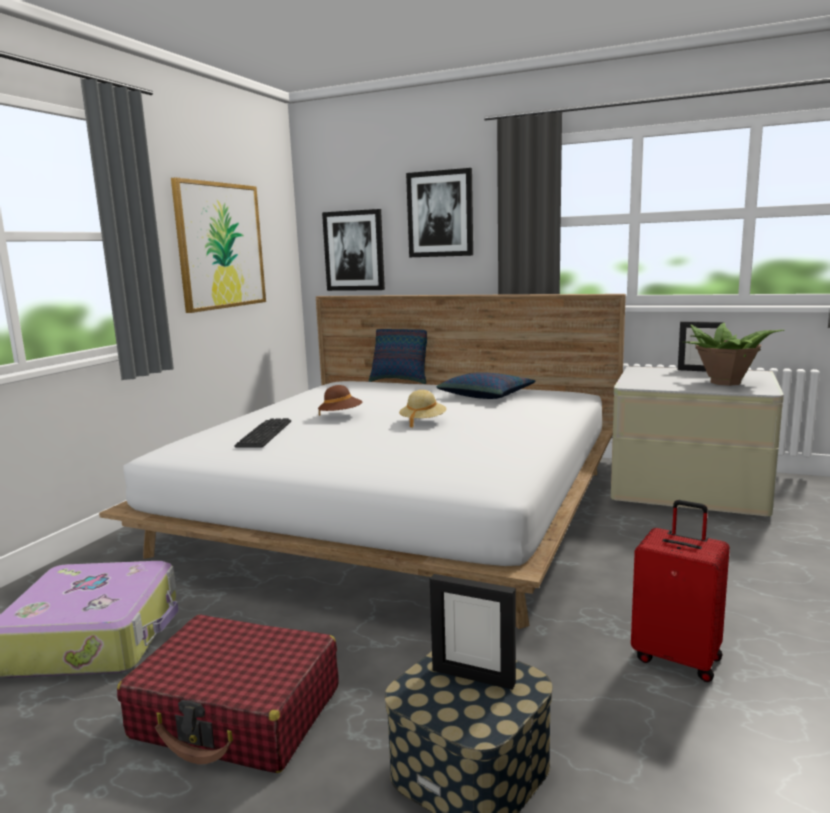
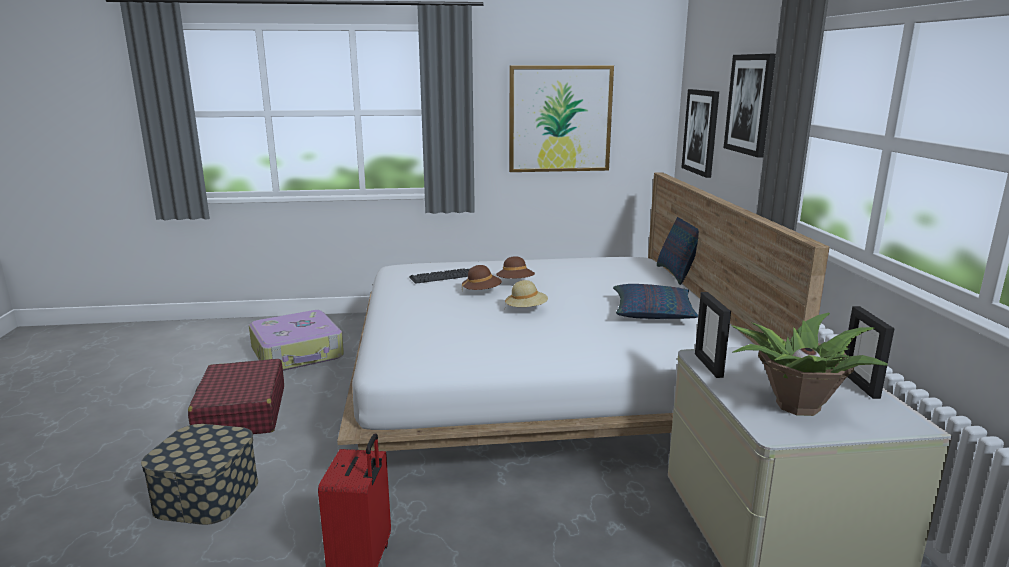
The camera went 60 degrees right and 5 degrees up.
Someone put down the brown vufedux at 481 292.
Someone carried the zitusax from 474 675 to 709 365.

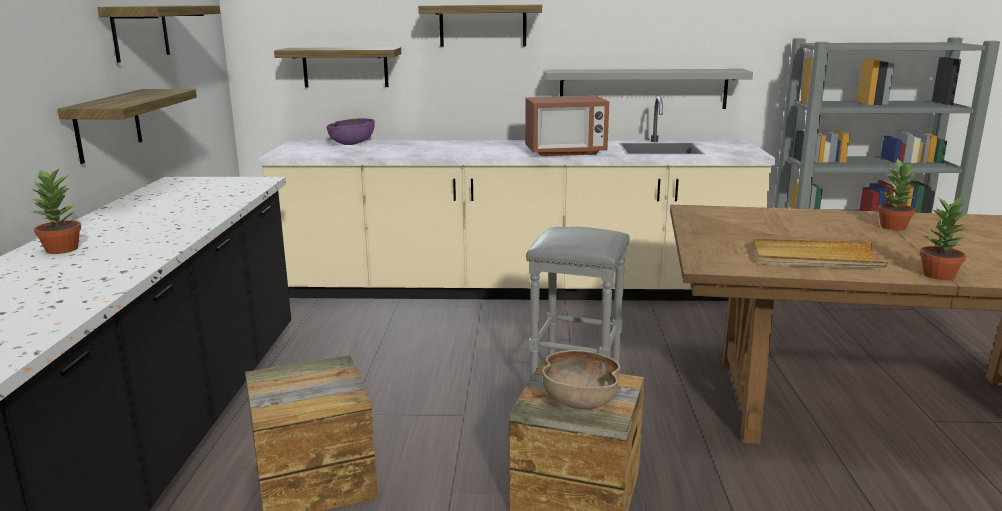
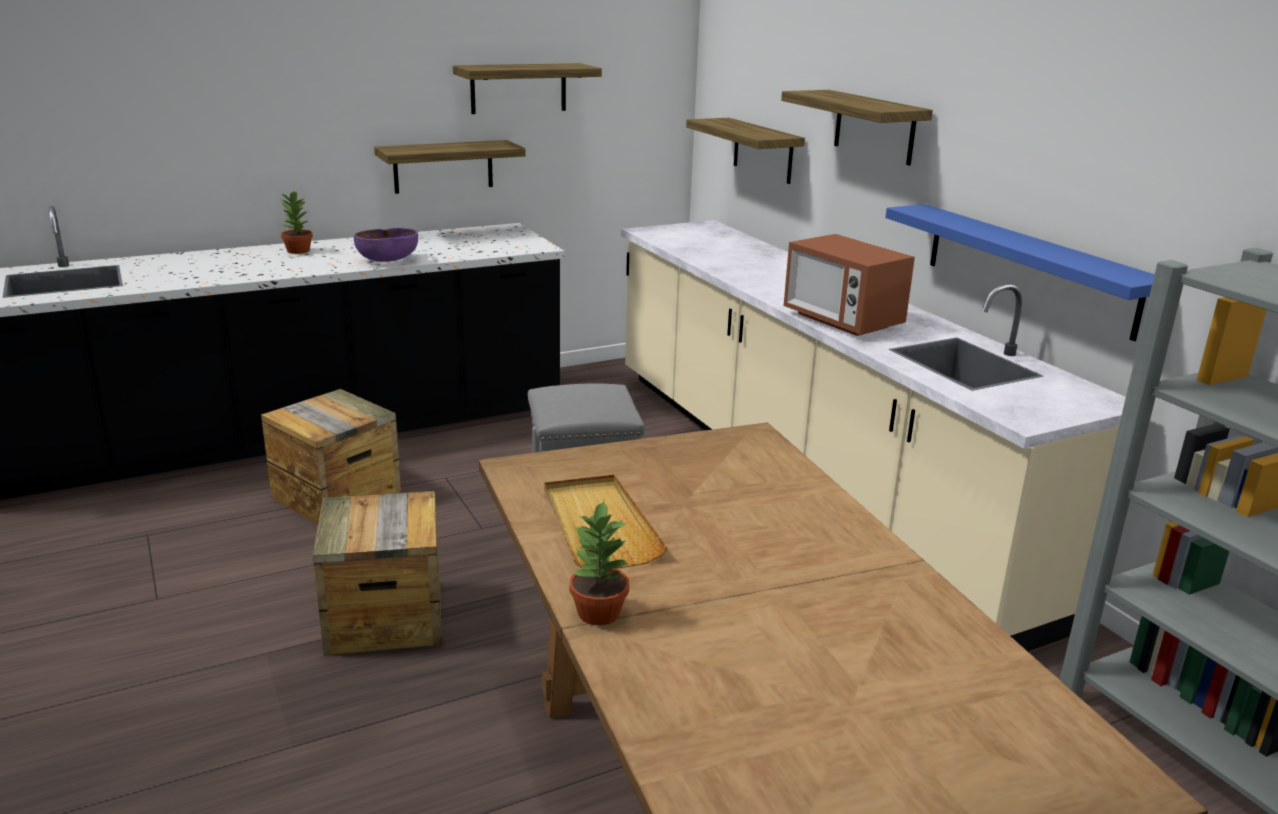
The camera went 60 degrees right and 5 degrees up.
Someone took away the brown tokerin at 579 402.
Someone took away the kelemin at 893 227.
Someone carried the purple tokerin from 352 144 to 387 261.
Someone repainted the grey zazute at 643 89, which became the blue zazute at 1028 268.

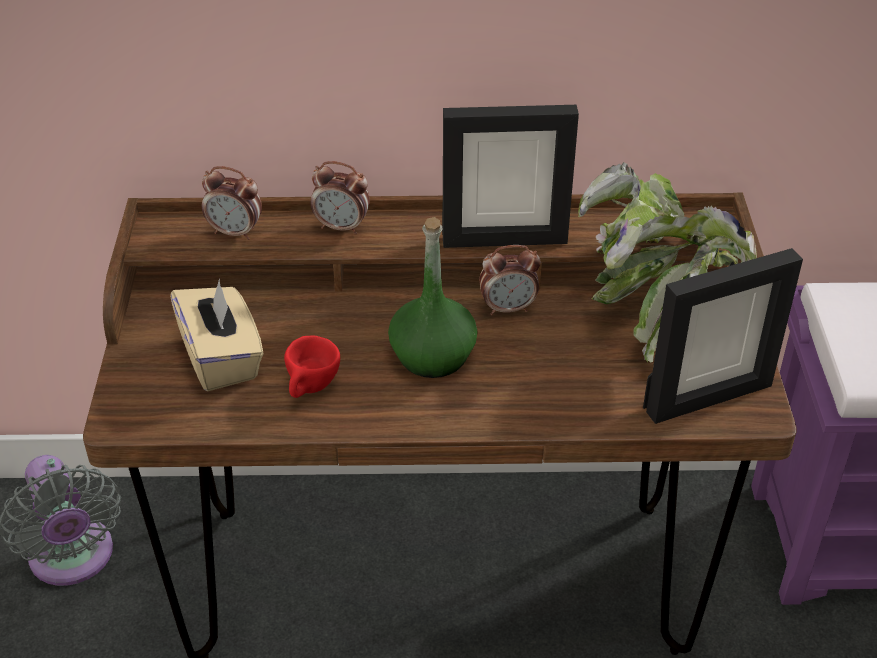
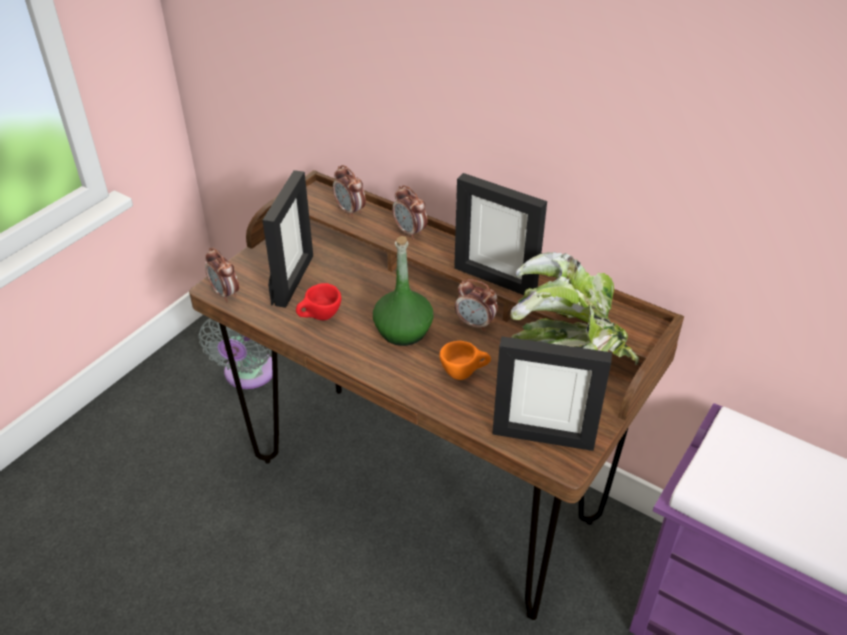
The camera went 35 degrees right and 0 degrees up.
Someone put down the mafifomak at 225 294.
Someone put down the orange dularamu at 464 373.
Someone swapped the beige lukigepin at 222 358 for the zitusax at 293 279.

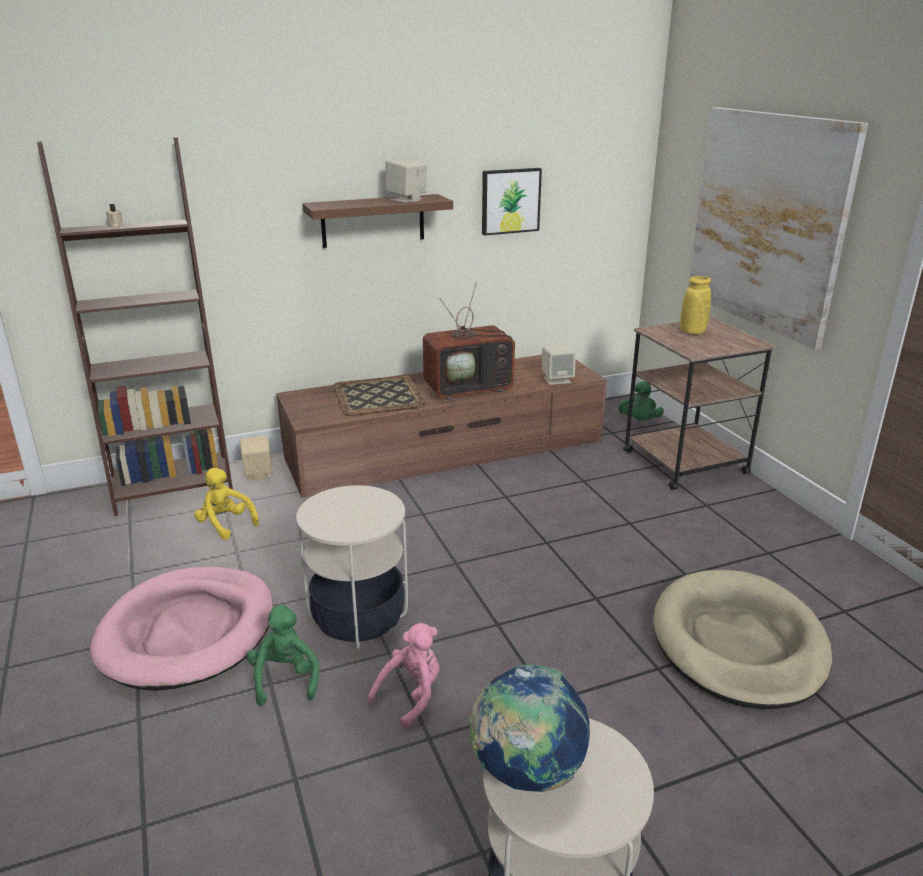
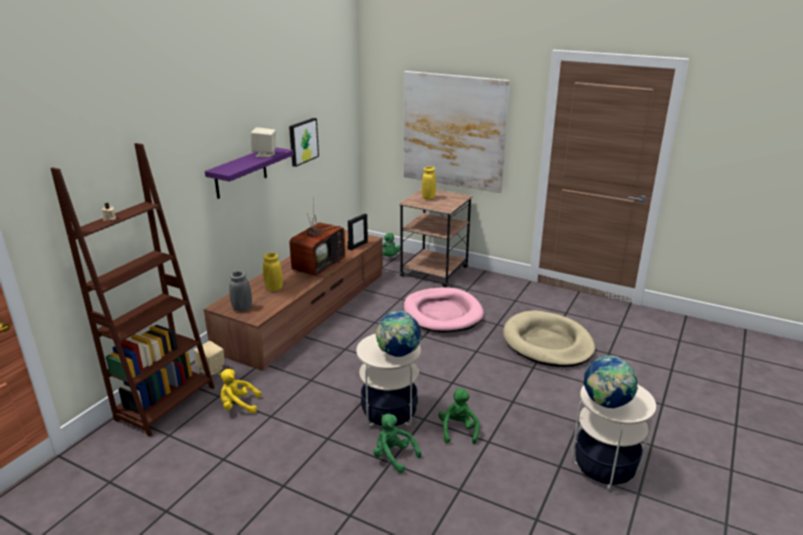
The camera went 40 degrees left and 0 degrees up.
Someone put down the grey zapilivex at 242 308.
Someone put down the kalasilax at 397 354.
Someone carried the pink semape from 188 632 to 442 313.
Someone swapped the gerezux at 377 396 for the yellow zapilivex at 274 288.
Someone swapped the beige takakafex at 557 380 for the zitusax at 358 245.
Someone repainted the brown zazute at 373 221, which became the purple zazute at 241 172.
Someone repainted the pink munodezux at 411 695, which became the green munodezux at 458 430.

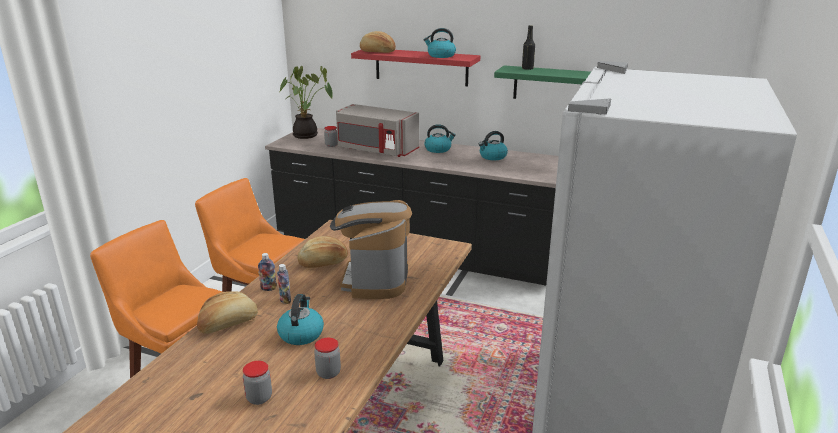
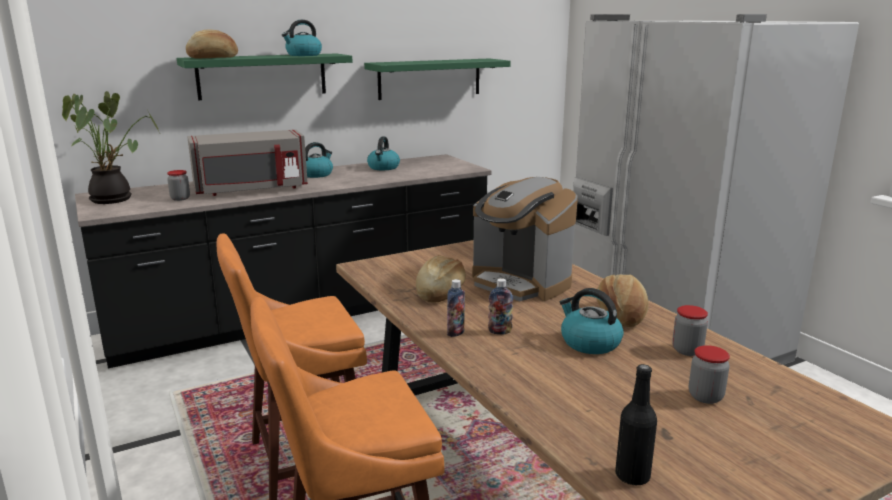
The camera went 50 degrees left and 5 degrees down.
Someone carried the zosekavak from 228 324 to 621 314.
Someone carried the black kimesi from 527 69 to 632 476.
Someone repainted the red zazute at 421 67, which became the green zazute at 262 76.

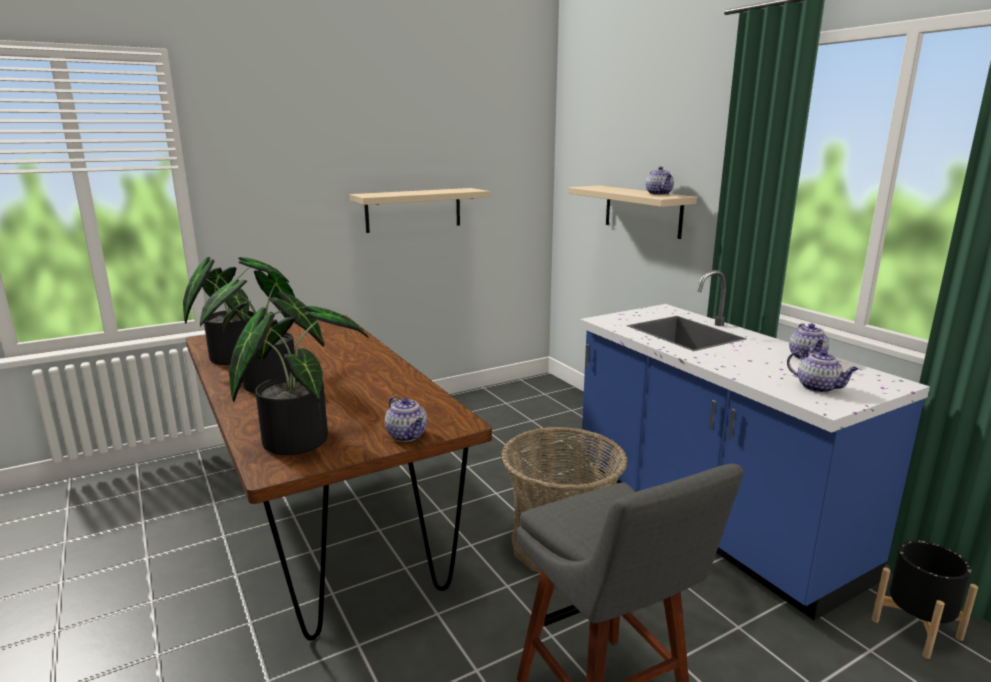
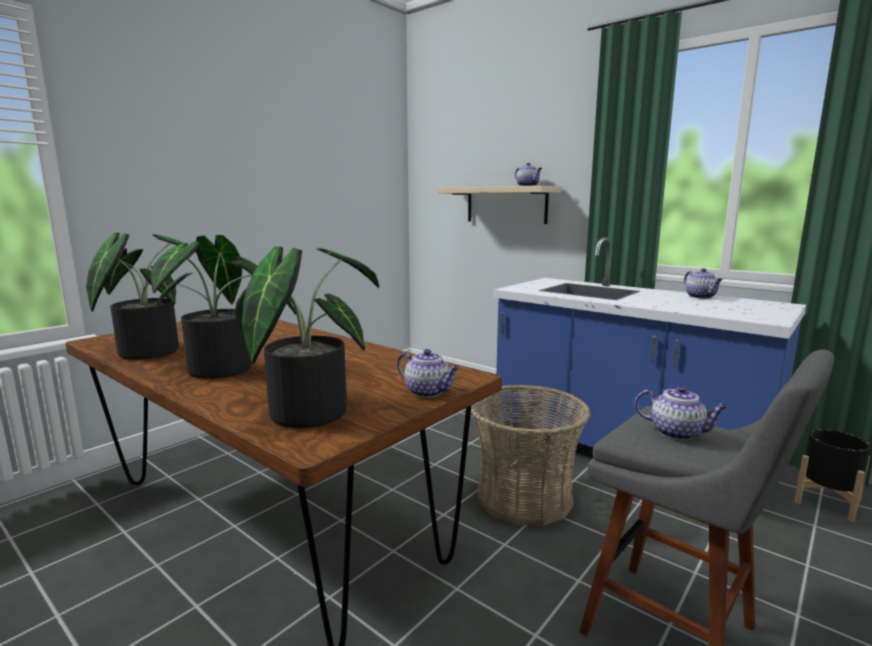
The camera went 20 degrees left and 5 degrees down.
Someone took away the beige zazute at 413 210.
Someone carried the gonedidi from 818 387 to 677 432.

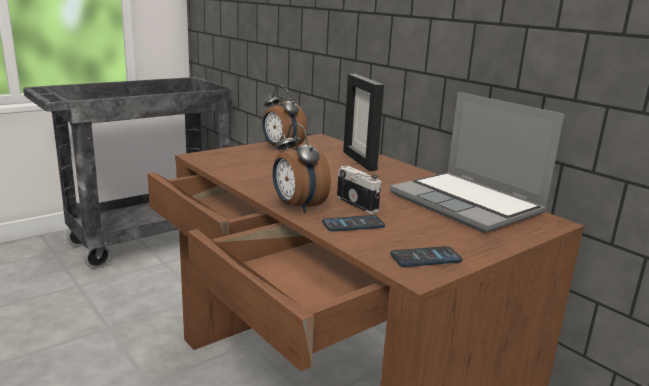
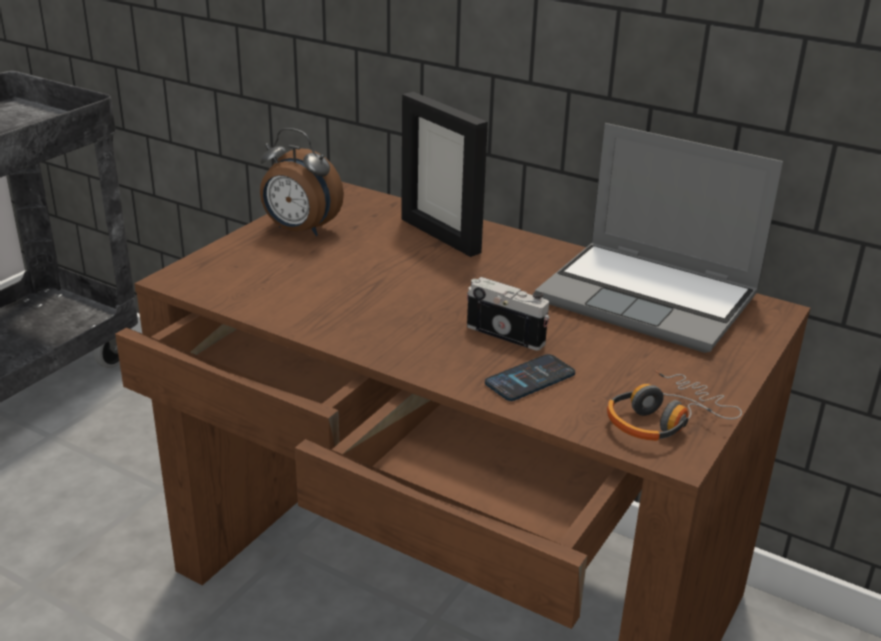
The camera went 20 degrees left and 10 degrees up.
Someone took away the mafifomak at 297 207.
Someone swapped the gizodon at 425 258 for the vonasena at 664 419.

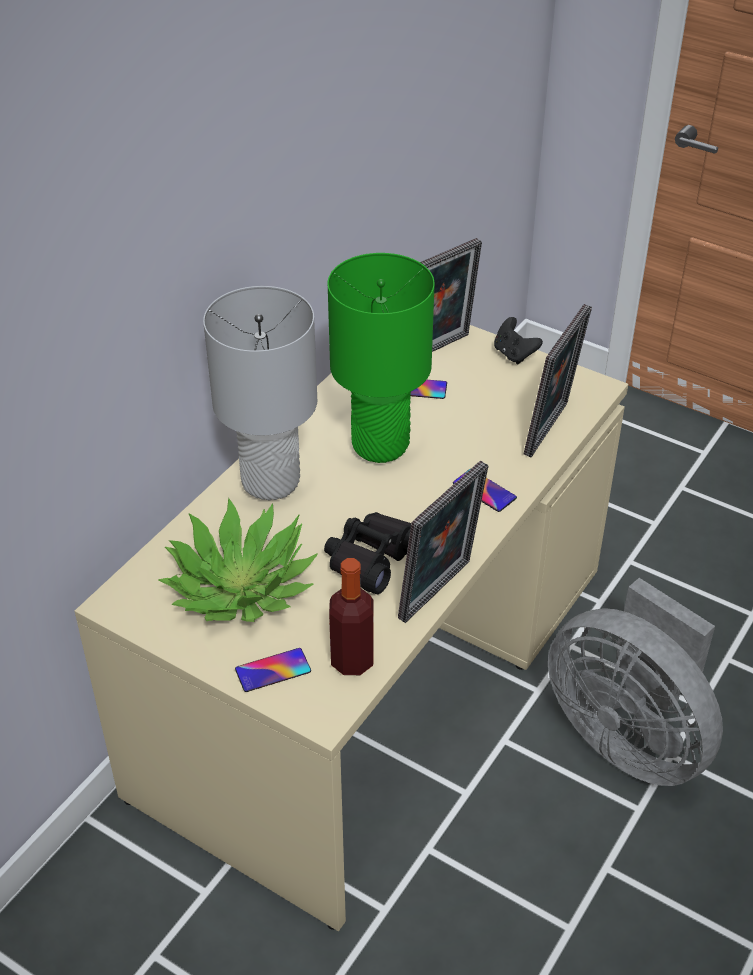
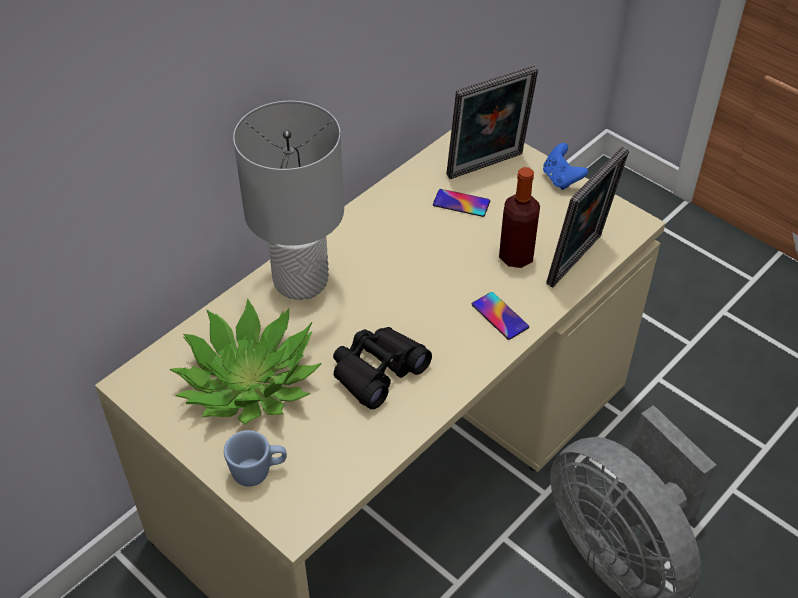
The camera went 10 degrees right and 5 degrees up.
Someone took away the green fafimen at 381 450.
Someone took away the zitusax at 440 593.
Someone carried the kimesi from 352 661 to 516 256.
Someone swapped the gizodon at 273 670 for the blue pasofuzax at 258 472.
Someone repainted the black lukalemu at 514 354, which became the blue lukalemu at 561 179.

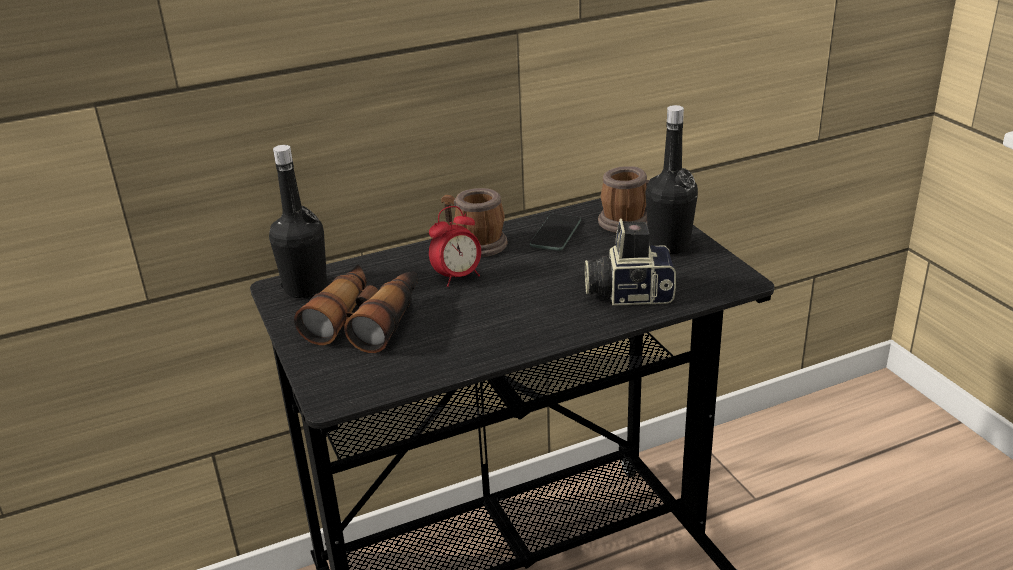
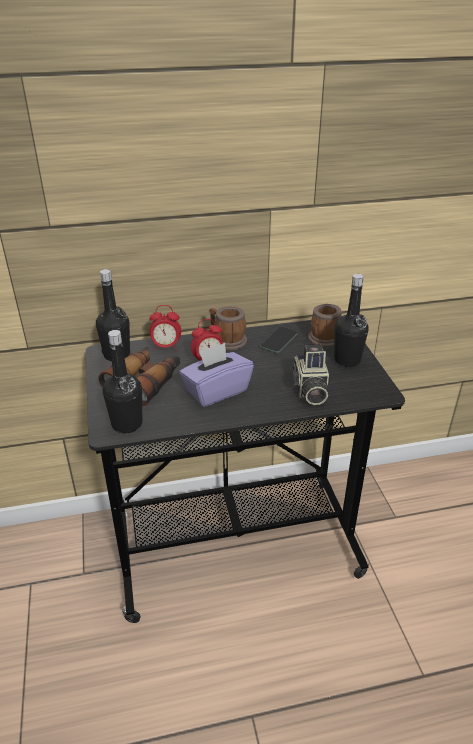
The camera went 10 degrees right and 5 degrees up.
Someone put down the black kimesi at 127 424.
Someone put down the mafifomak at 166 347.
Someone put down the purple lukigepin at 216 391.
Someone rotated the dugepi at 628 293 by 105 degrees counterclockwise.

